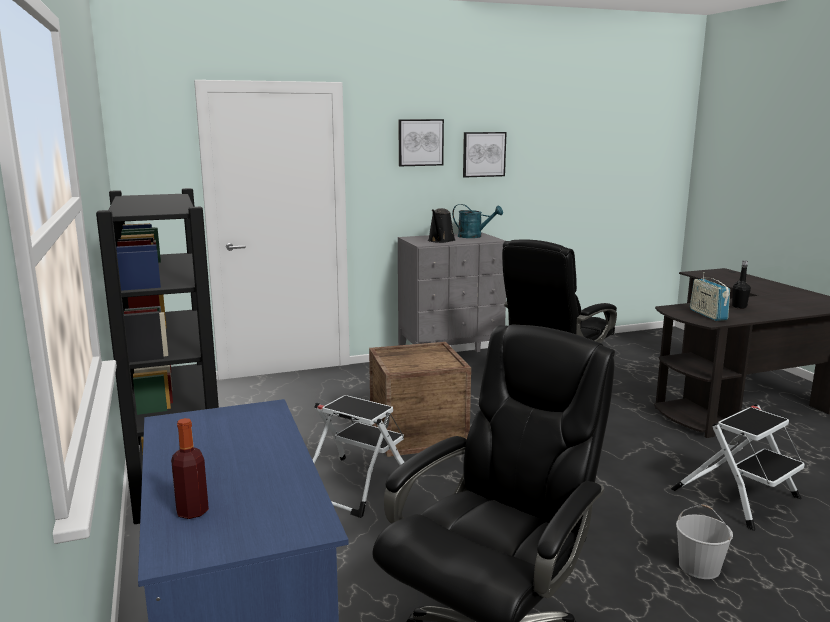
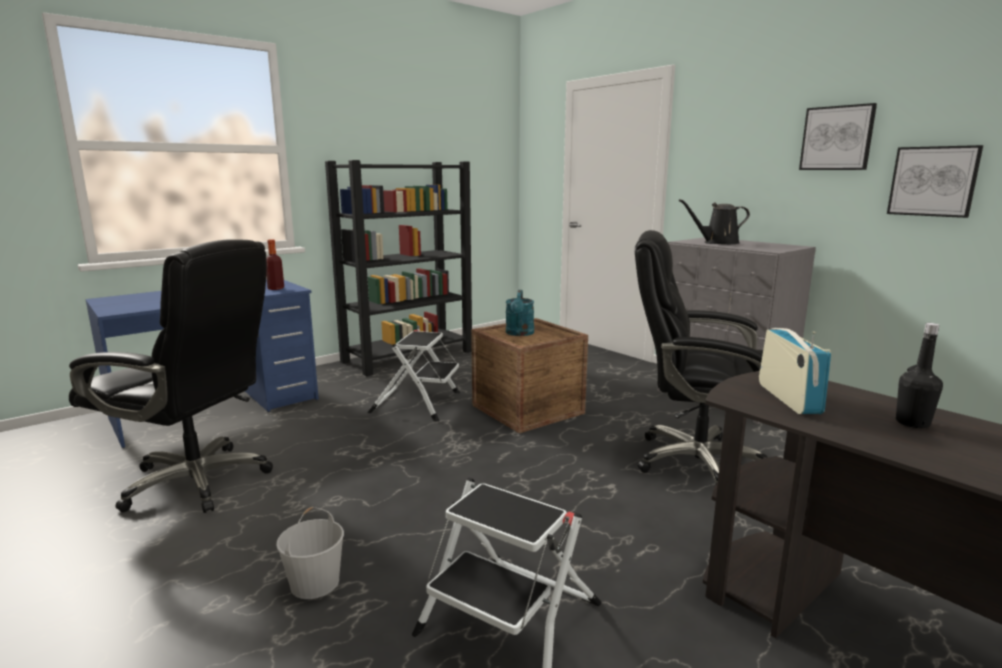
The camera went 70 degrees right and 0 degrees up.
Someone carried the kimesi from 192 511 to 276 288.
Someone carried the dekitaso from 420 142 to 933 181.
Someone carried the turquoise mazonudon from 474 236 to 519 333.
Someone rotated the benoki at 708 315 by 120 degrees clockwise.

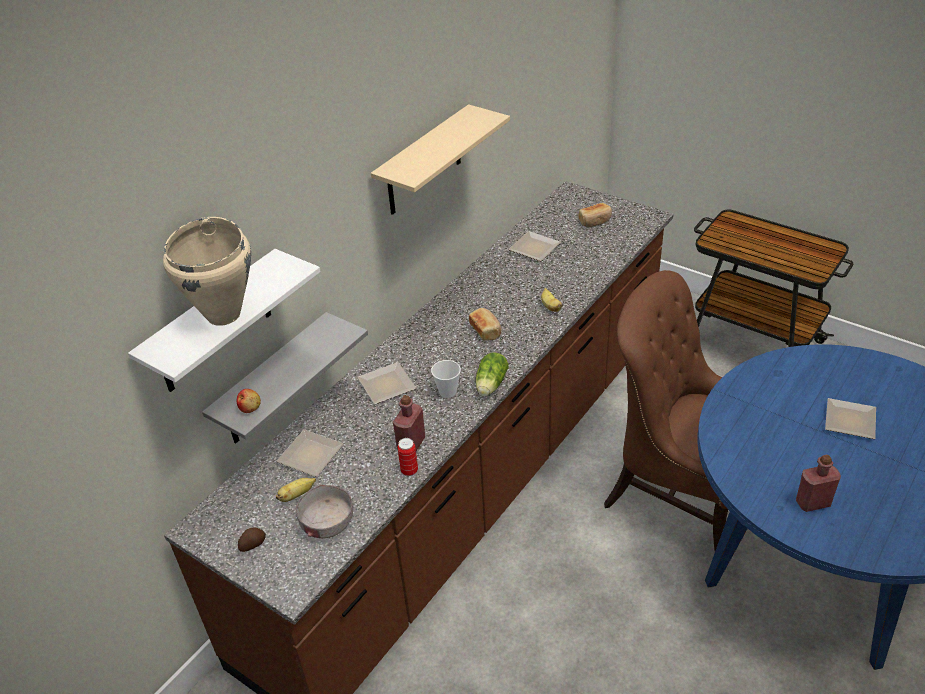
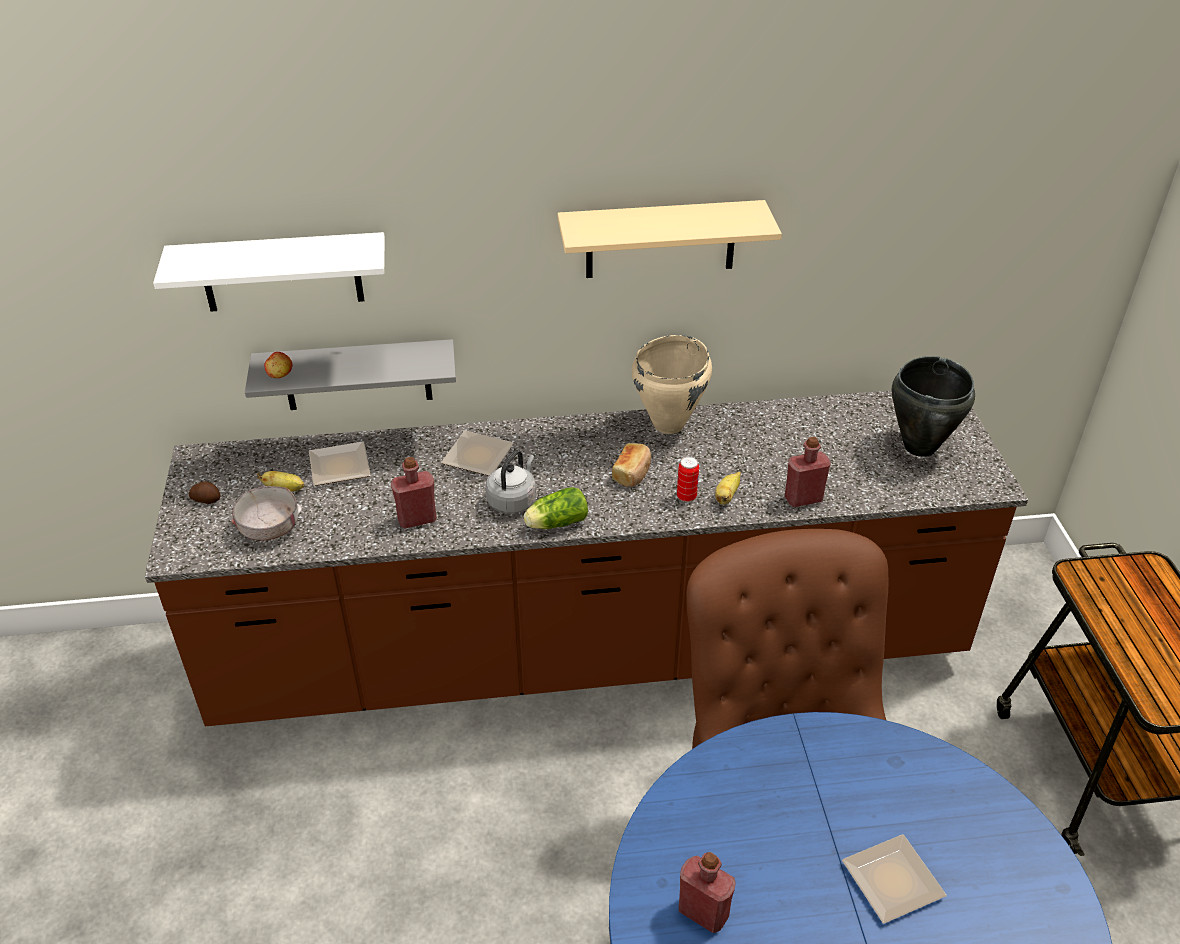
The camera went 45 degrees right and 0 degrees up.
Someone took away the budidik at 532 249.
Someone put down the red kimesi at 803 499.
Someone carried the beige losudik from 224 314 to 669 424.
Someone carried the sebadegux from 409 470 to 686 496.
Someone swapped the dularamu at 447 392 for the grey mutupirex at 513 500.
Someone swapped the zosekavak at 595 221 for the black losudik at 919 447.

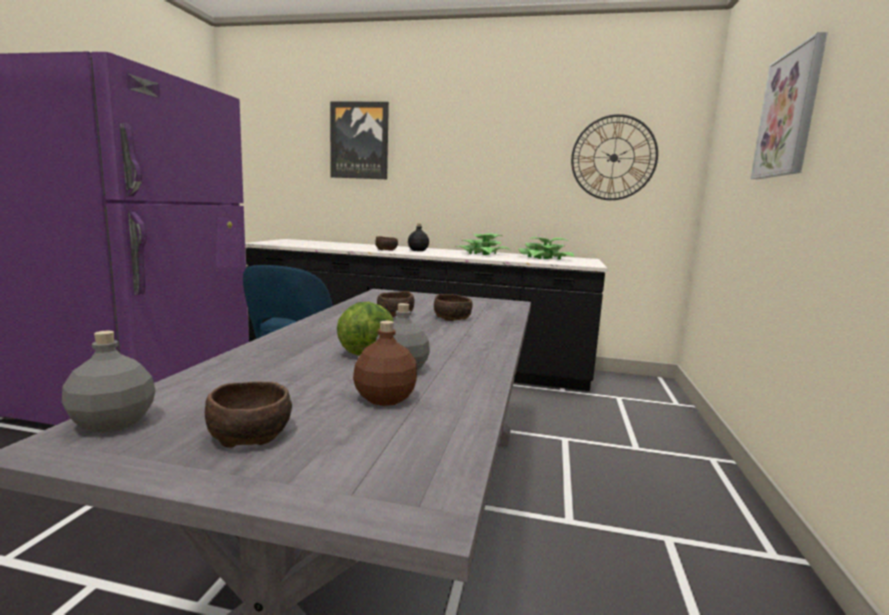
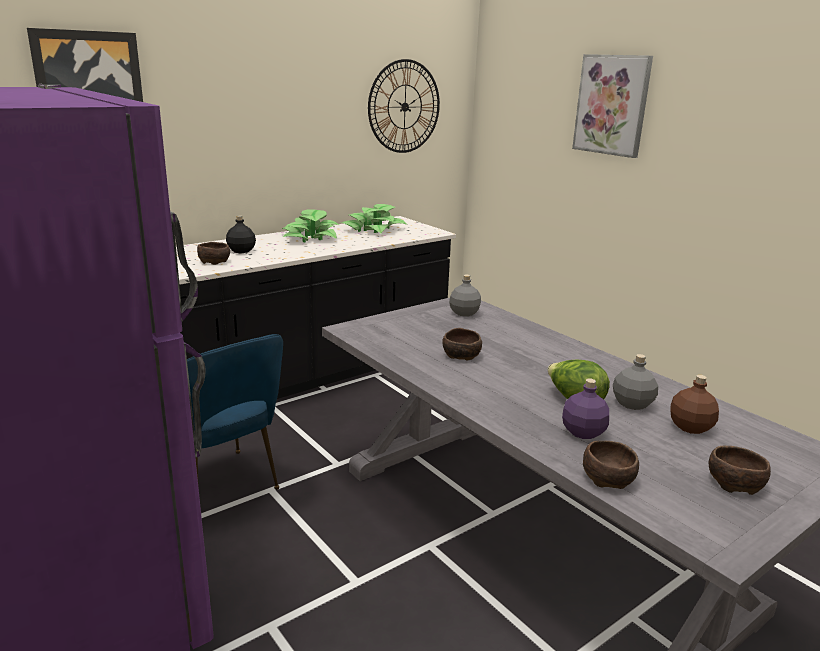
The camera went 50 degrees left and 10 degrees up.
Someone put down the purple kimesi at 582 432.
Someone carried the grey kimesi from 114 423 to 464 313.
Someone carried the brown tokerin from 453 318 to 609 478.

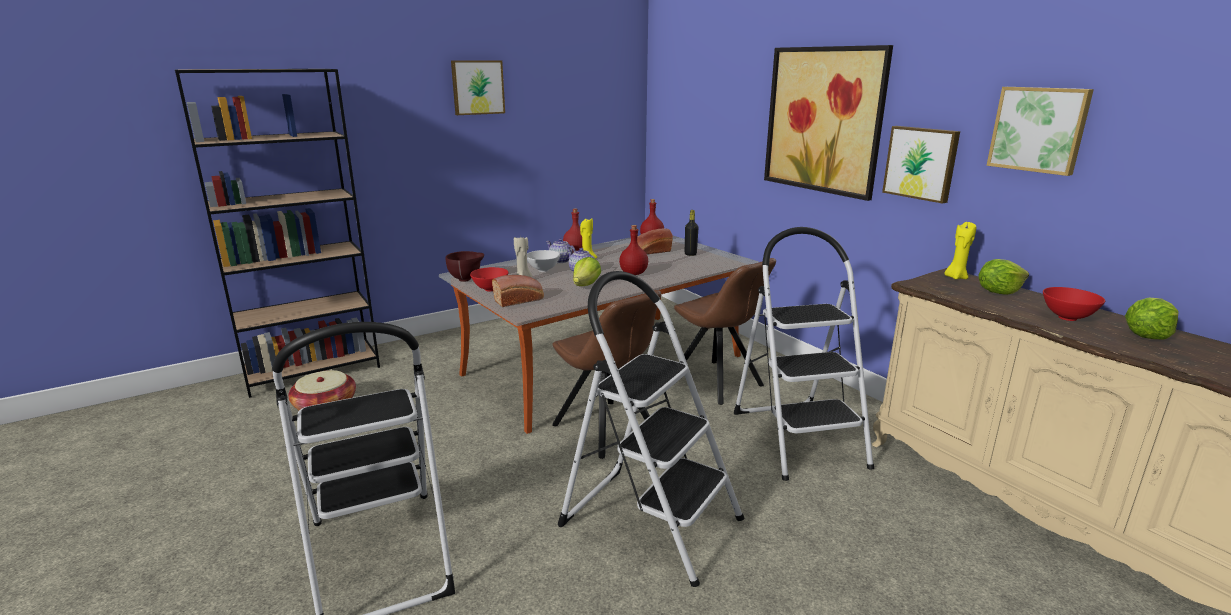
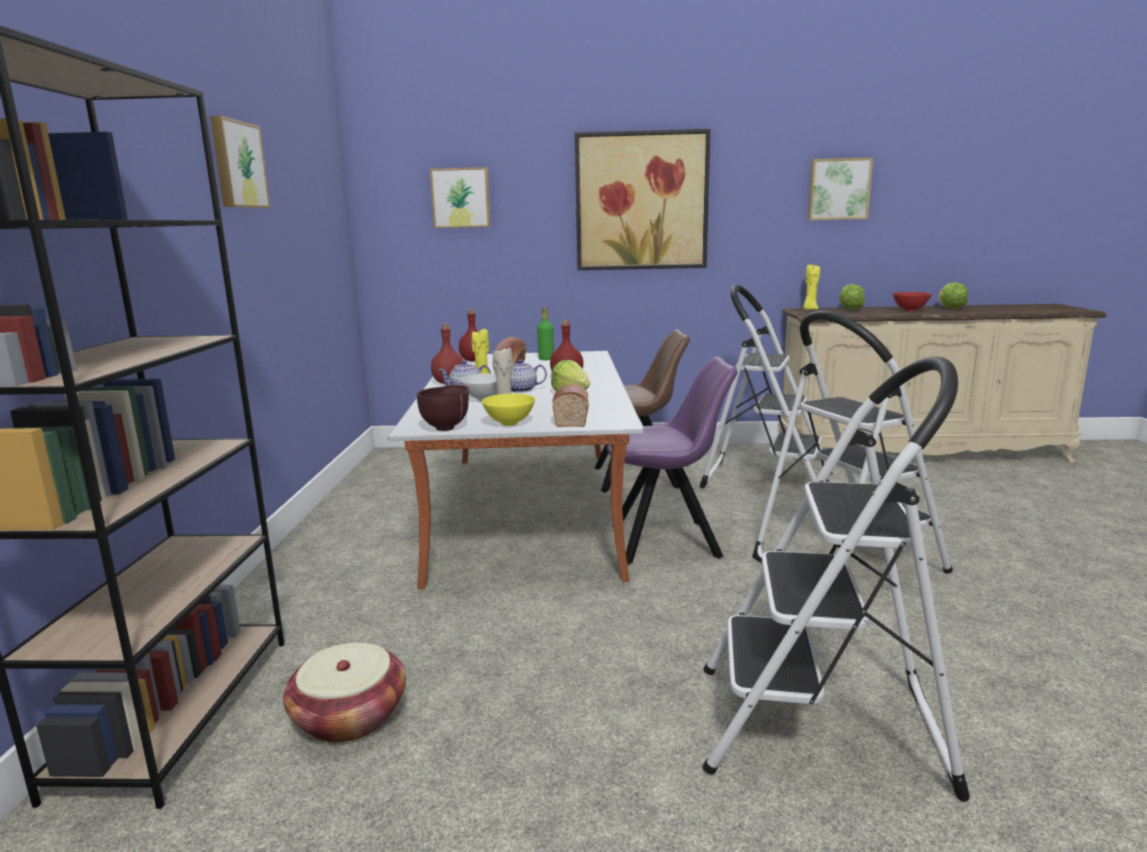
The camera went 55 degrees left and 5 degrees down.
Someone carried the dekitaso from 921 163 to 461 198.
Someone repainted the red tokerin at 490 289, which became the yellow tokerin at 509 424.
Someone repainted the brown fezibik at 606 429, which became the purple fezibik at 666 542.
Someone repainted the black kimesi at 690 254, which became the green kimesi at 546 359.

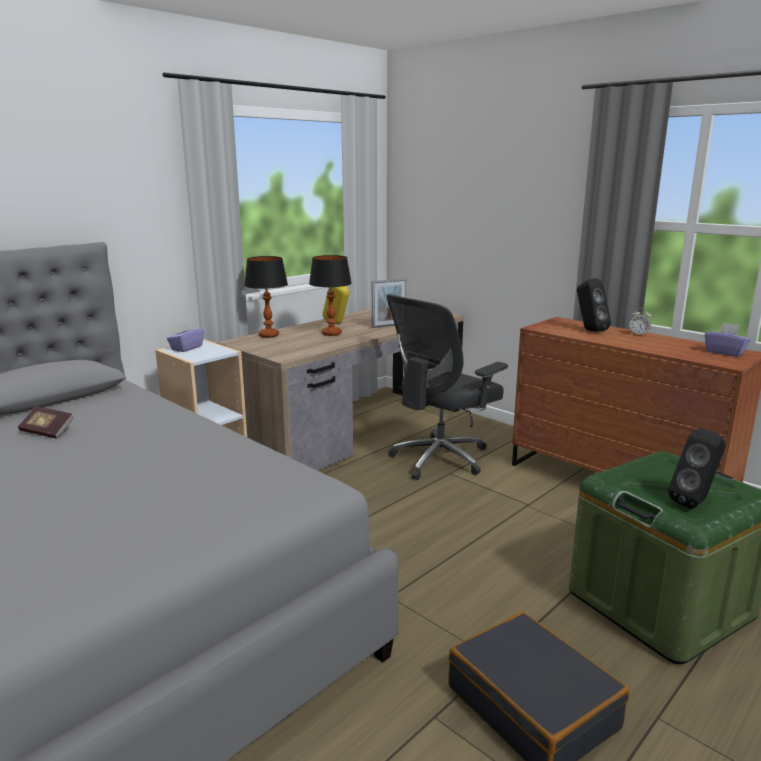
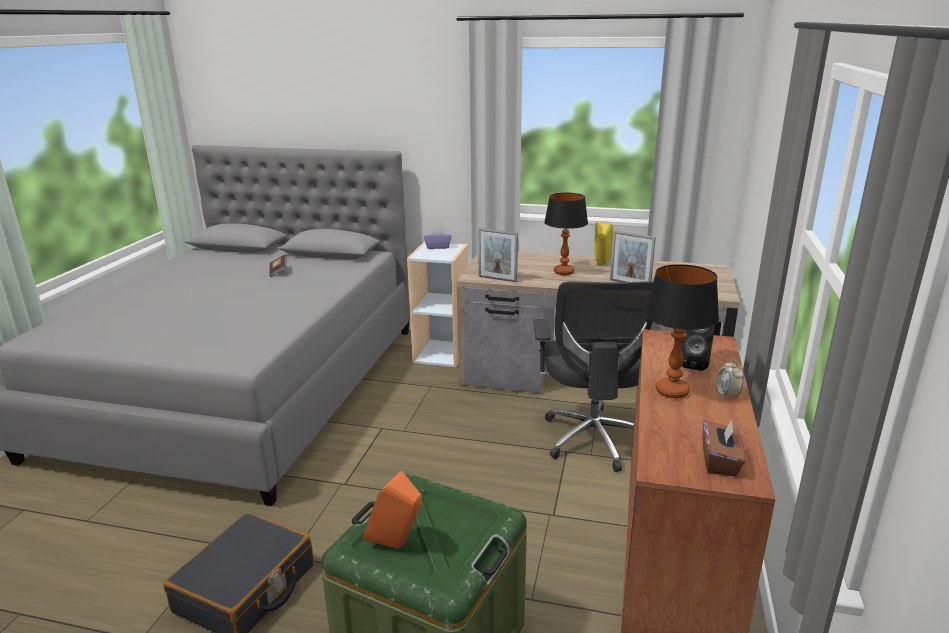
The camera went 60 degrees right and 5 degrees up.
Someone put down the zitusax at 497 279.
Someone carried the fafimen from 268 335 to 671 391.
Someone repainted the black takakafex at 695 502, which became the orange takakafex at 397 546.
Someone repainted the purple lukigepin at 724 352, which became the brown lukigepin at 720 462.
Someone rotated the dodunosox at 440 458 by 105 degrees counterclockwise.

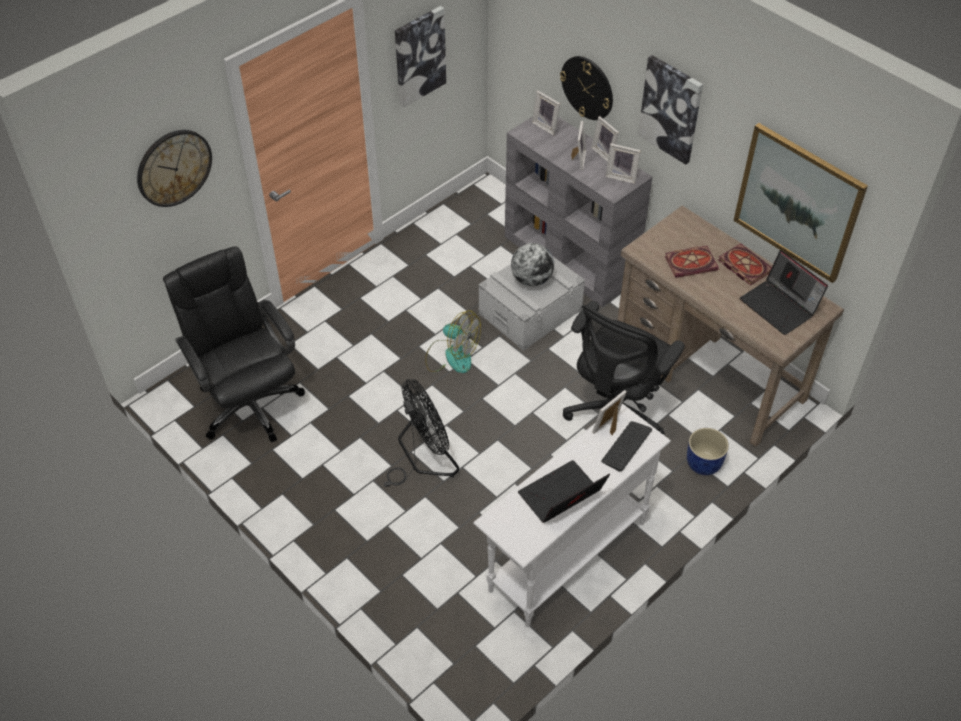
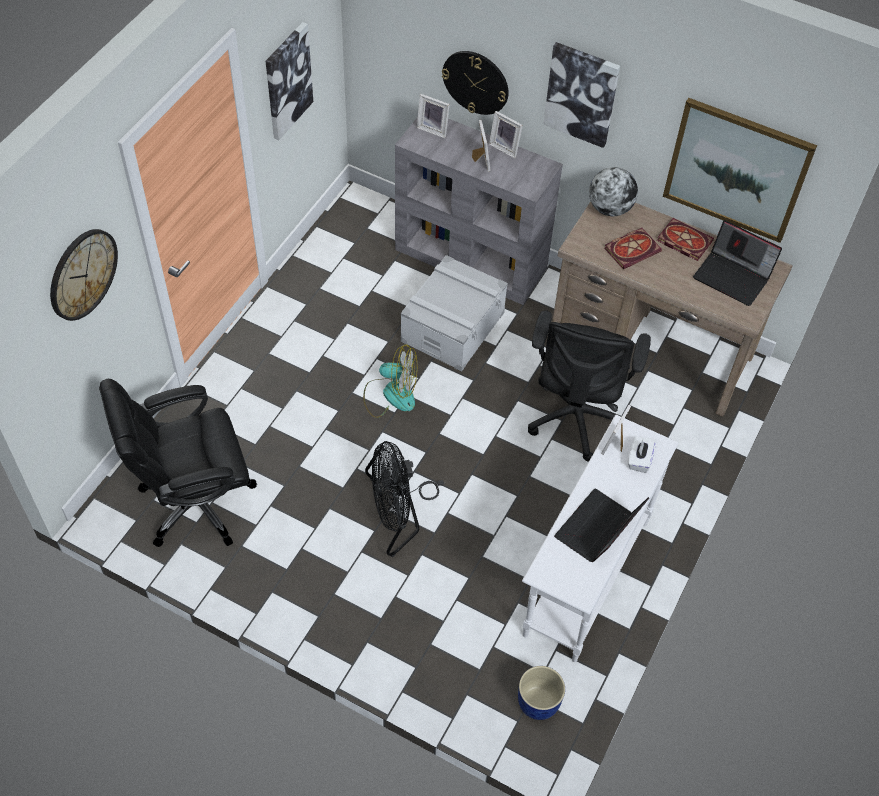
The camera went 20 degrees left and 5 degrees up.
Someone took away the zitusax at 621 176.
Someone carried the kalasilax from 531 279 to 610 208.
Someone carried the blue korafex from 704 463 to 539 702.
Someone swapped the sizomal at 626 446 for the white lukigepin at 639 460.
Someone rotated the black dodunosox at 249 404 by 60 degrees counterclockwise.
Someone rotated the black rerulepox at 420 454 by 150 degrees counterclockwise.

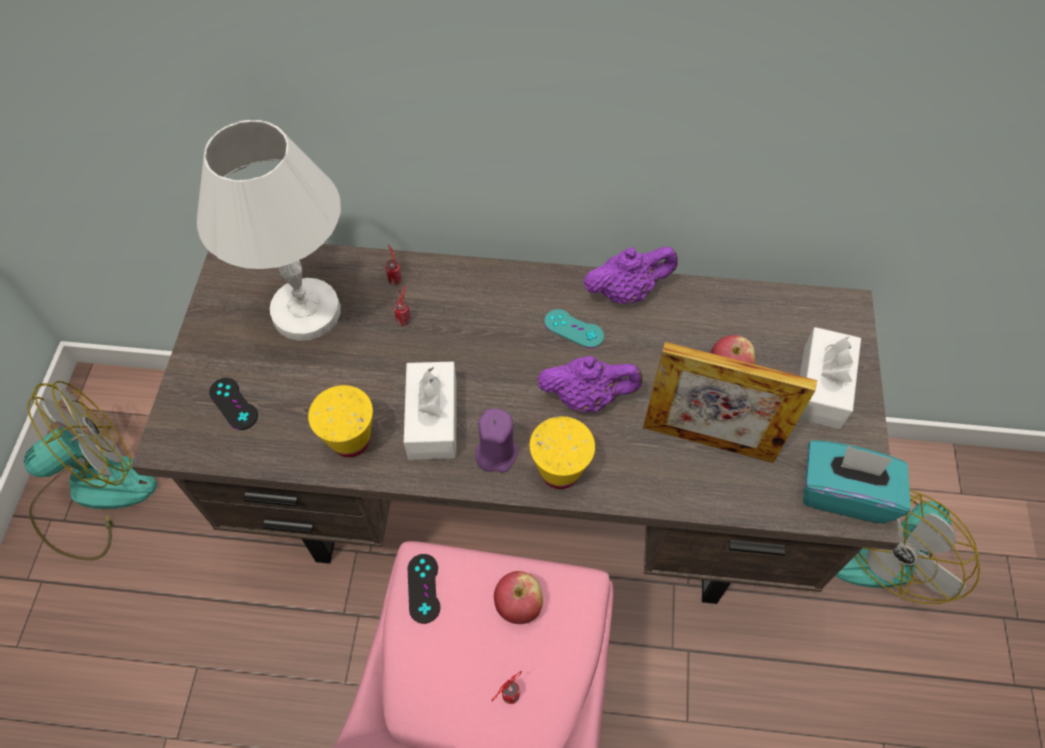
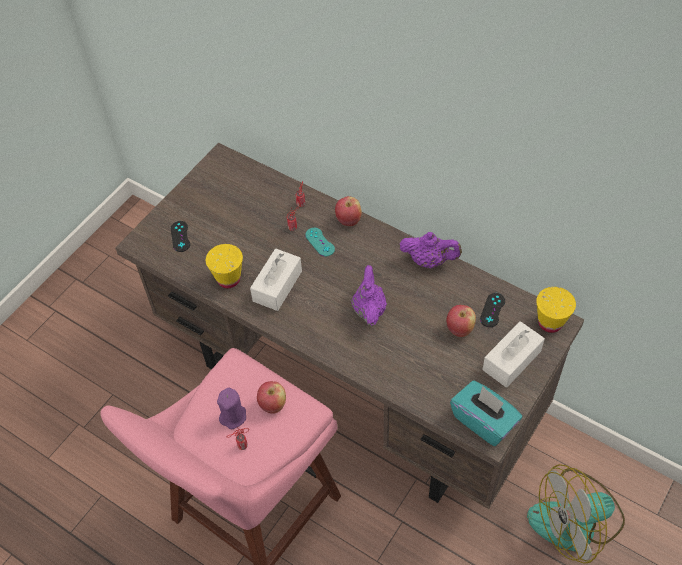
The camera went 30 degrees right and 5 degrees down.
Someone took away the rerulepox at 93 493.
Someone took away the white fafimen at 307 311.
Someone took away the zitusax at 708 440.
Someone put down the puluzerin at 348 220.
Someone carried the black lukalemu from 423 588 to 492 310.
Someone carried the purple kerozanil from 496 453 to 233 416.
Someone carried the yellow dularamu from 560 471 to 550 323.
Someone carried the turquoise lukalemu from 573 329 to 320 242.
Someone rotated the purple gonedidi at 587 397 by 120 degrees counterclockwise.

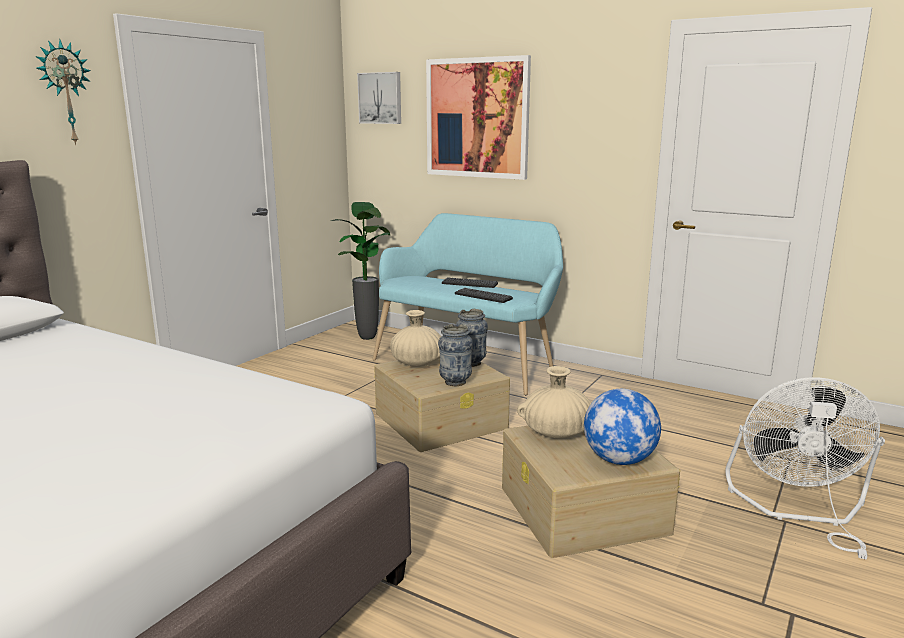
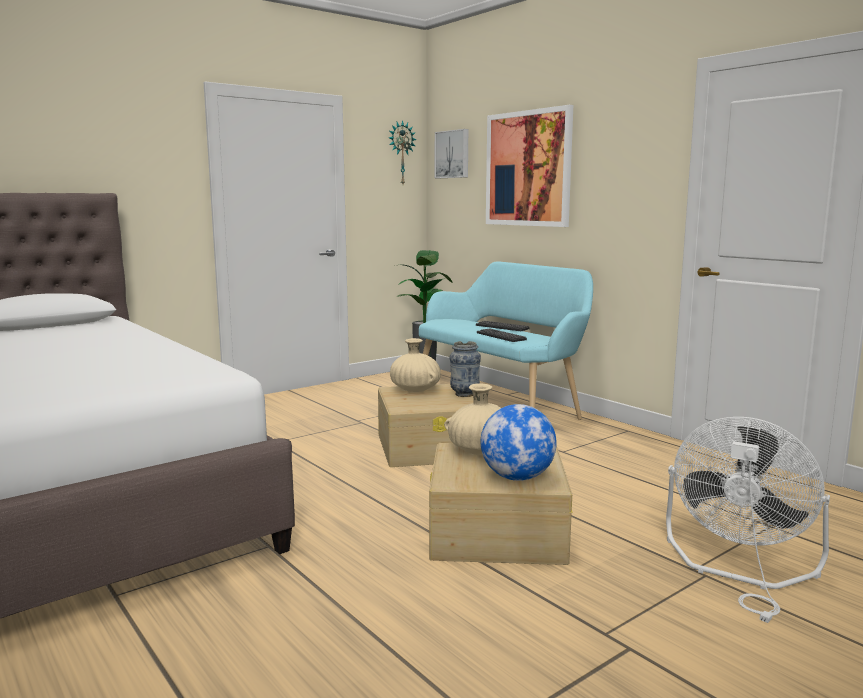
The camera went 20 degrees right and 5 degrees down.
Someone took away the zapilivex at 455 382.
Someone carried the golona from 65 93 to 401 153.

